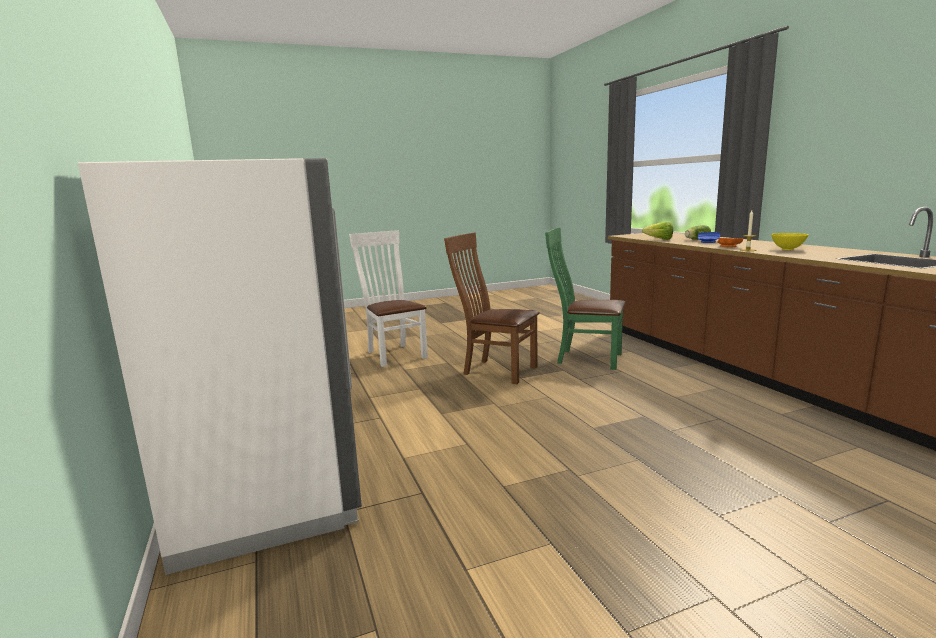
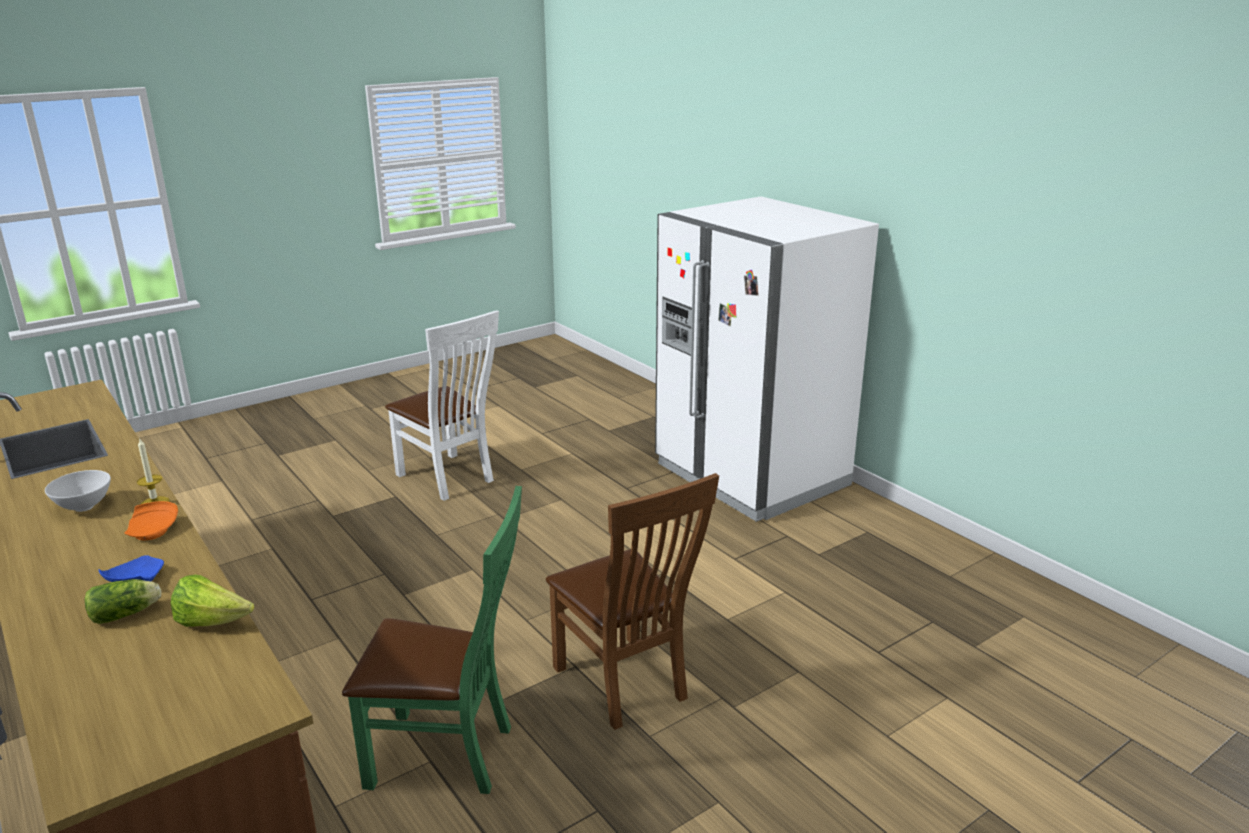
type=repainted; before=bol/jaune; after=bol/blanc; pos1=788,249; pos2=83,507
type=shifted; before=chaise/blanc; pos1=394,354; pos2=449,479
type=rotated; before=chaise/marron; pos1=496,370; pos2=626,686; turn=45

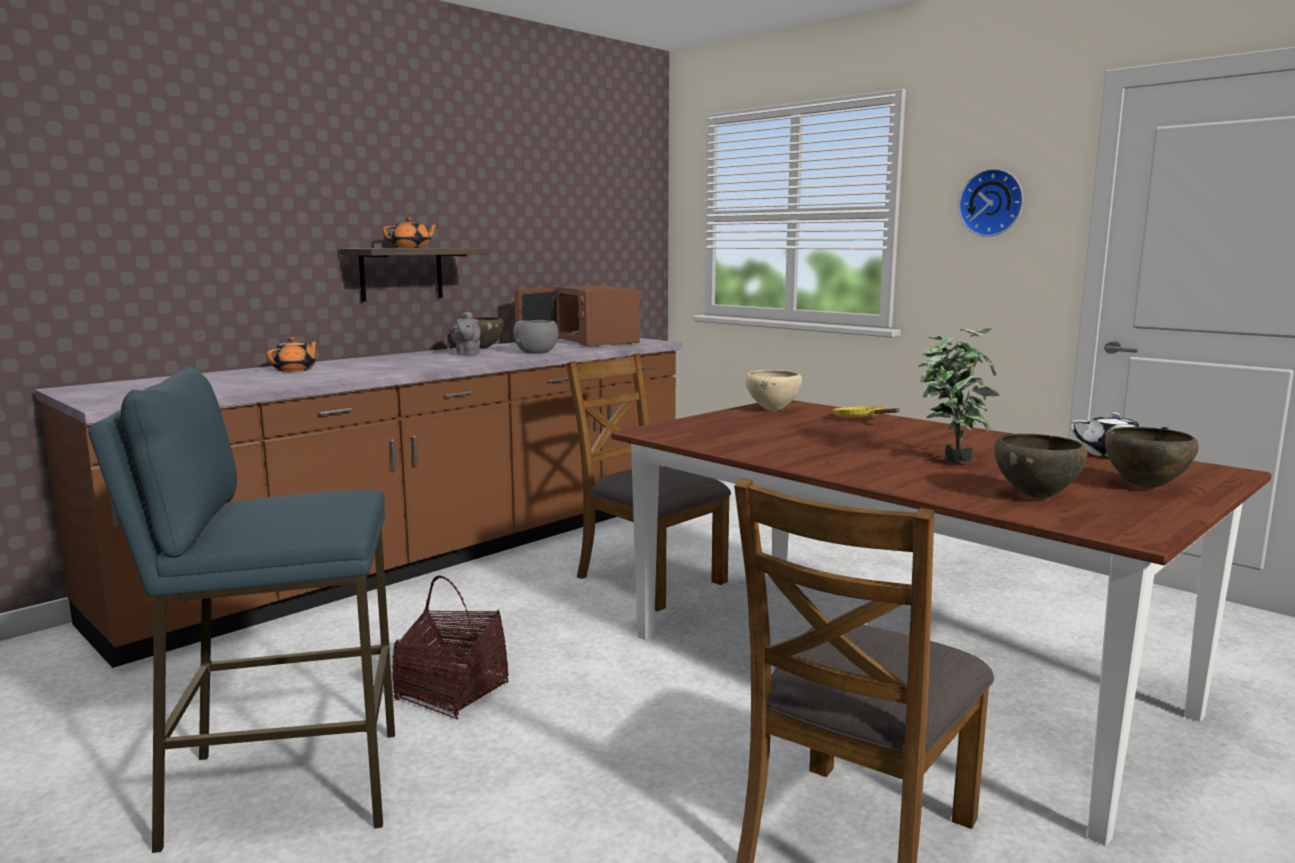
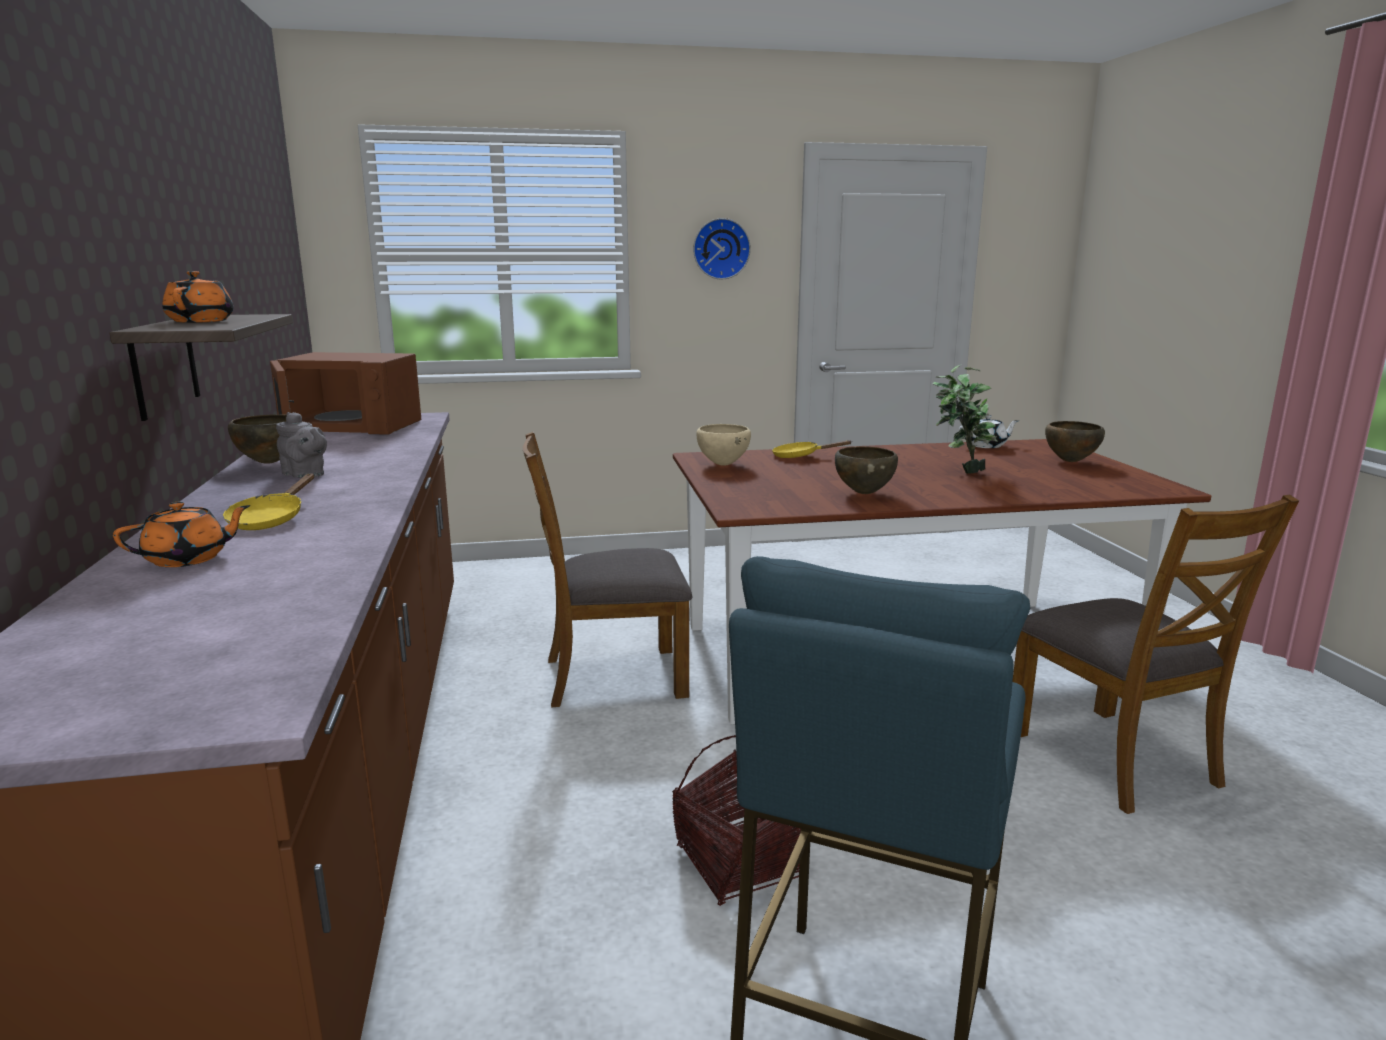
type=rotated; before=théière/orange; pos1=295,370; pos2=188,559; turn=90
type=new; after=poêle/jaune; pos2=270,519
type=shifted; before=bol/marron; pos1=1036,497; pos2=864,493
type=gone; before=bol/gris; pos1=536,352

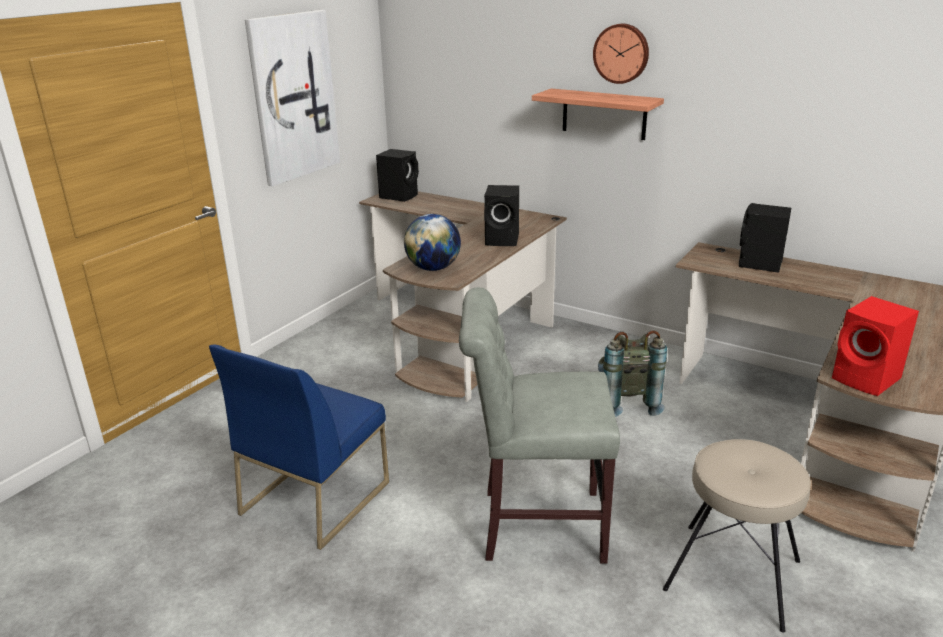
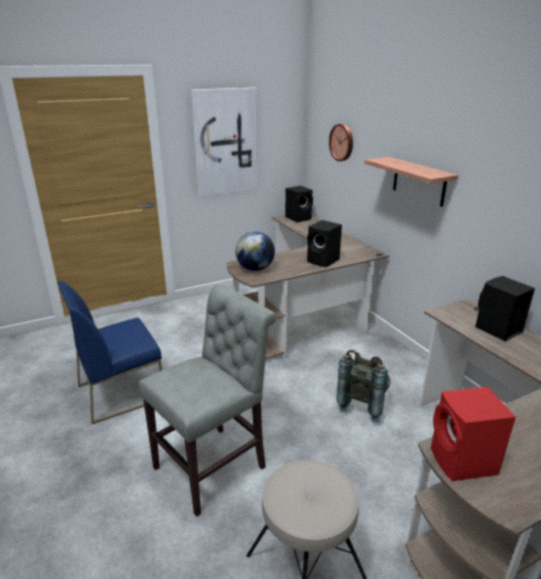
type=rotated; before=chaise/gris; pos1=535,525; pos2=215,465; turn=105
type=shifted; before=horloge murale; pos1=621,53; pos2=342,142

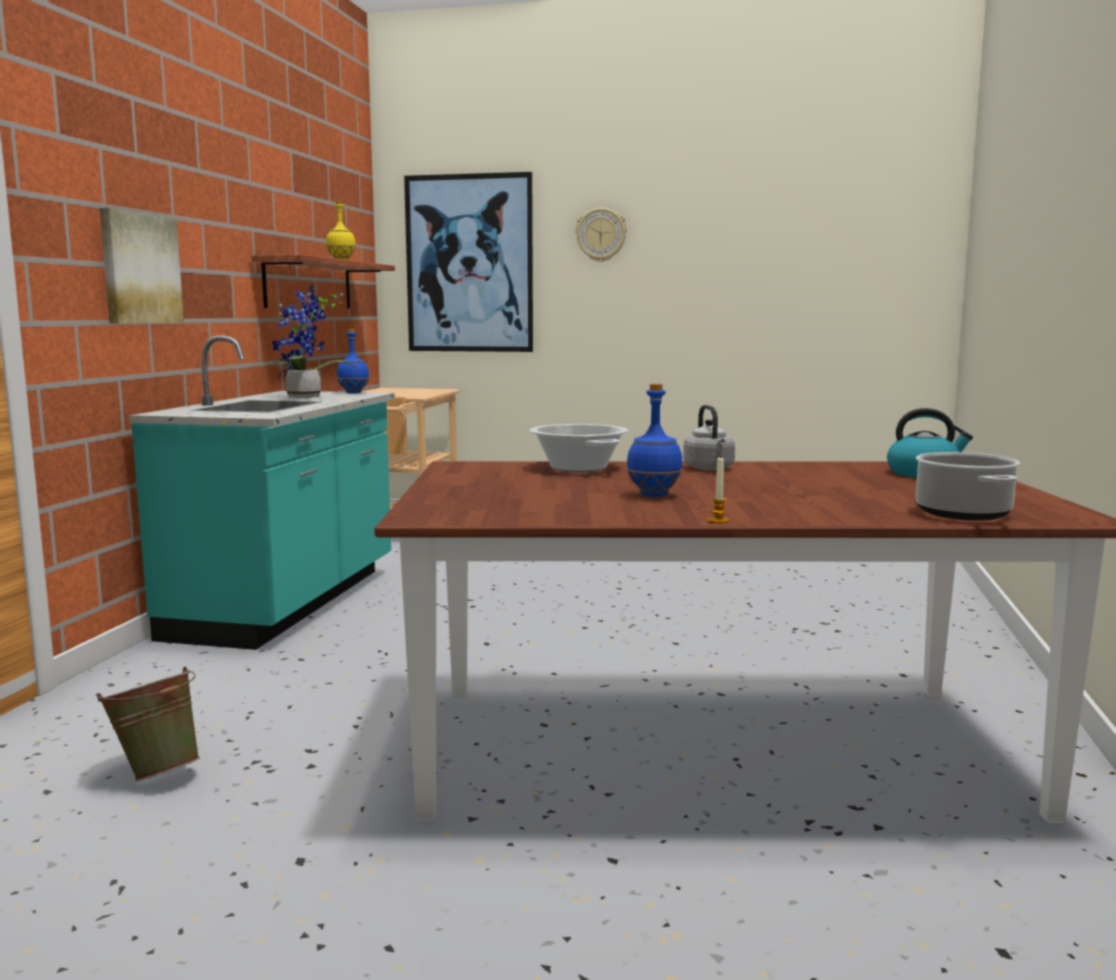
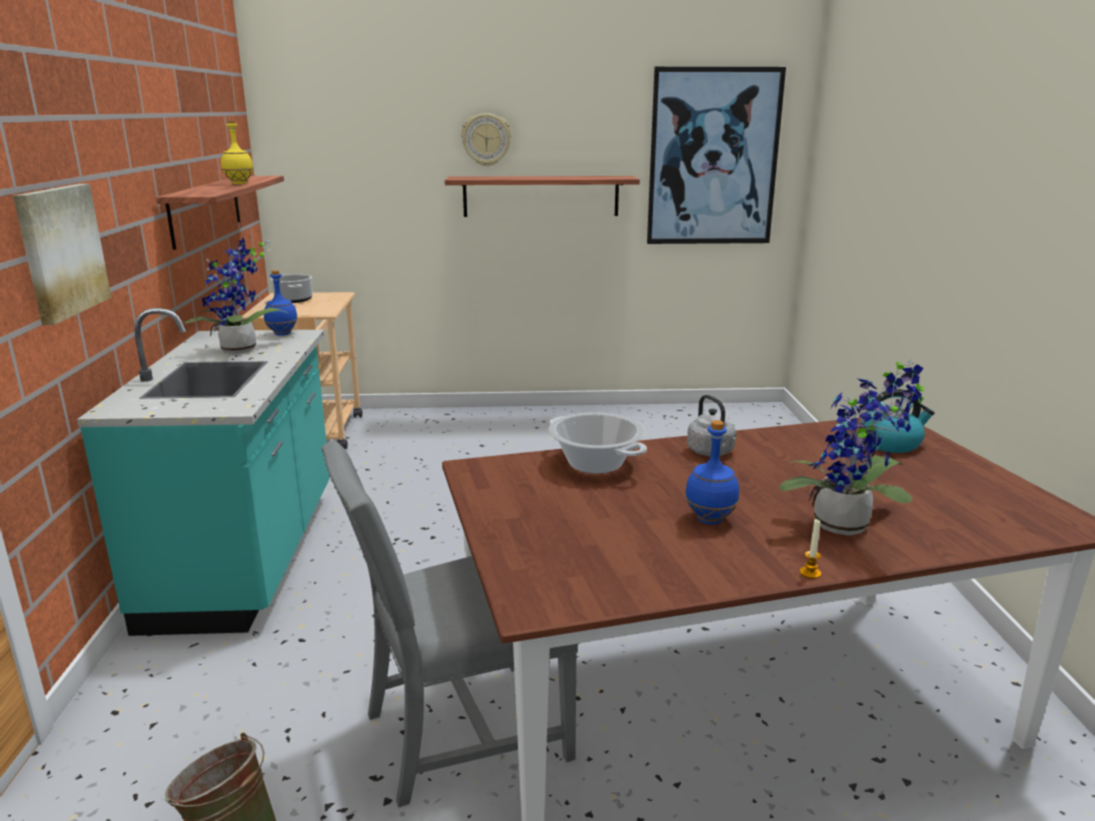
type=shifted; before=marmite; pos1=964,514; pos2=294,300
type=new; after=chaise/gris; pos2=459,734
type=new; after=étagère; pos2=541,196
type=shifted; before=tableau; pos1=469,264; pos2=713,157
type=new; after=plante en pot; pos2=847,528

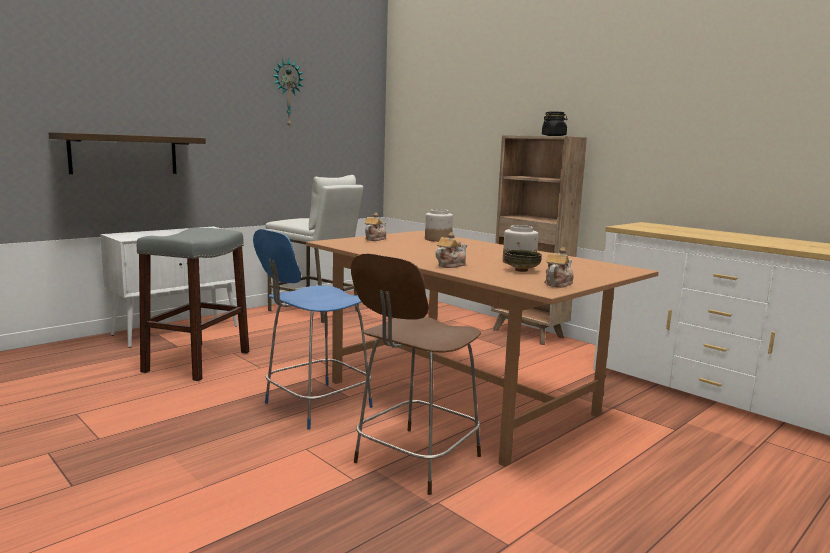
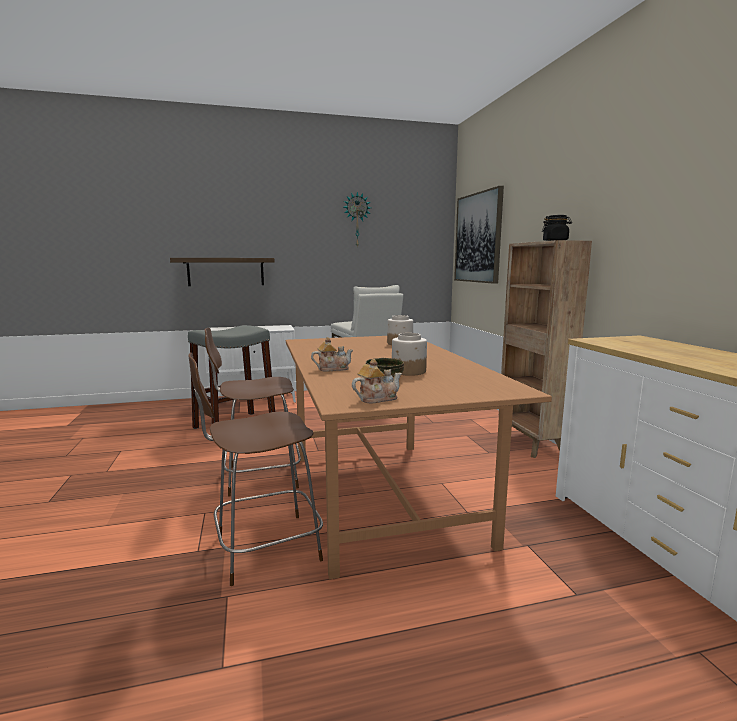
type=repainted; before=chaise/bleu; after=chaise/marron; pos1=315,406; pos2=259,477
type=new; after=tableau; pos2=478,238
type=gone; before=théière; pos1=374,239

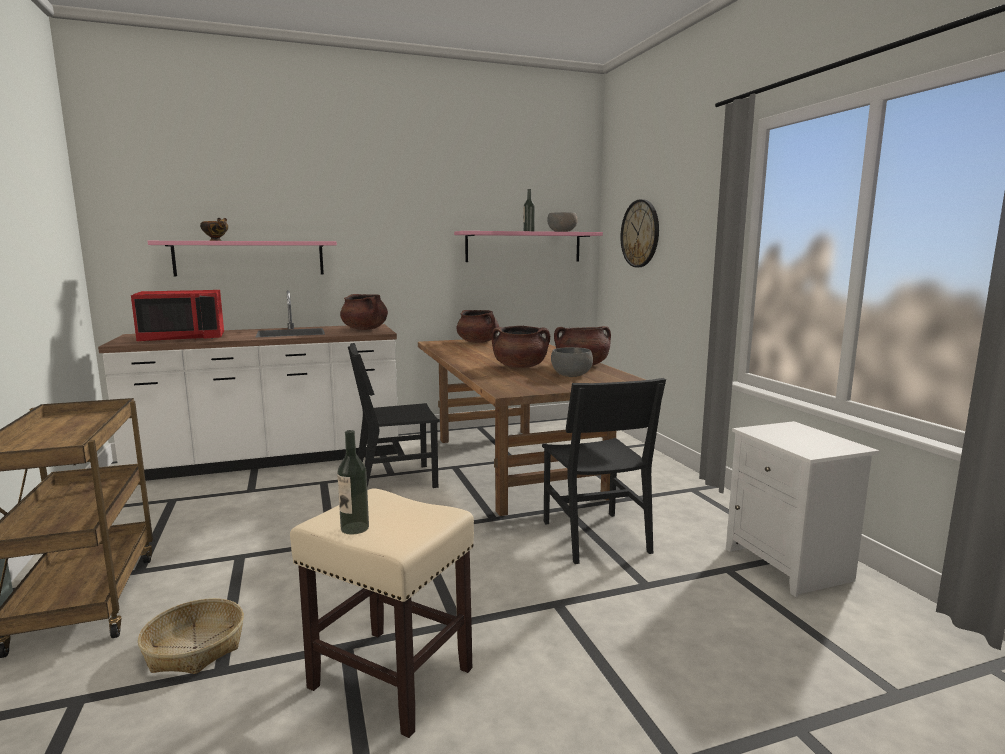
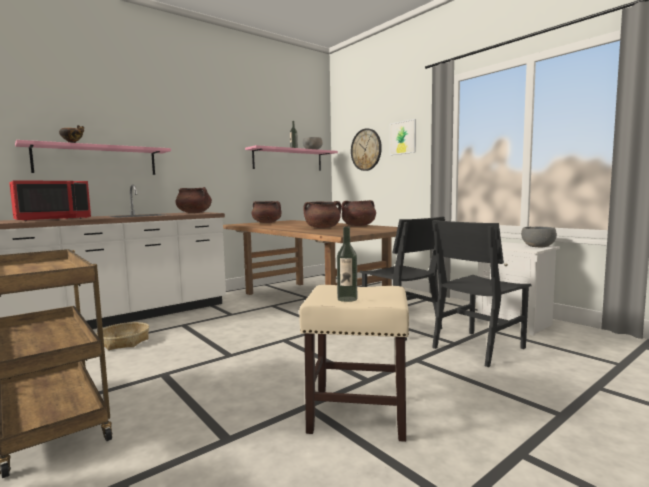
type=shifted; before=panier; pos1=195,648; pos2=124,342
type=new; after=tableau; pos2=403,137
type=shifted; before=chaise/noir; pos1=395,480; pos2=478,348
type=shifted; before=bol/gris; pos1=571,375; pos2=538,246

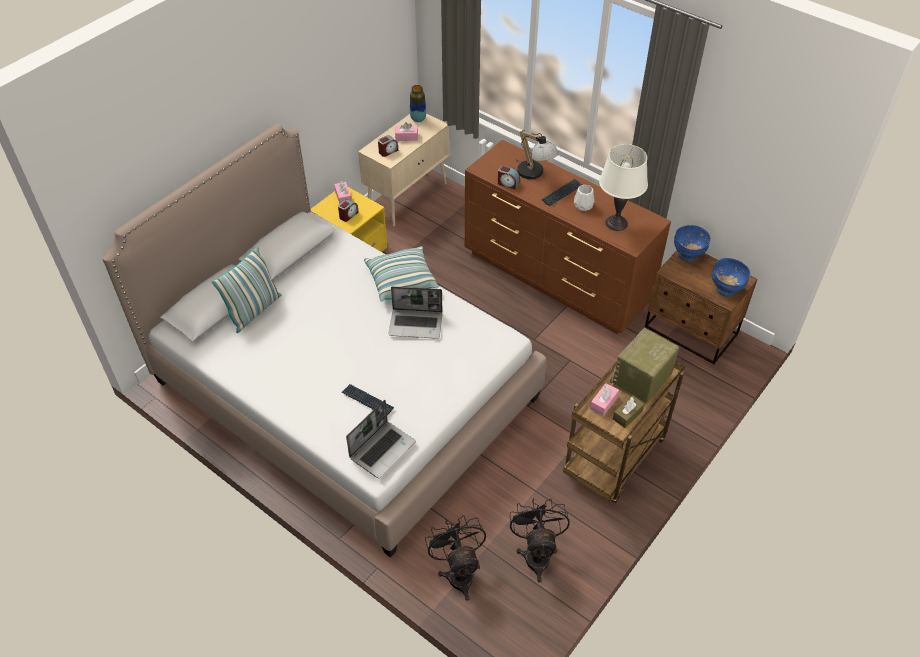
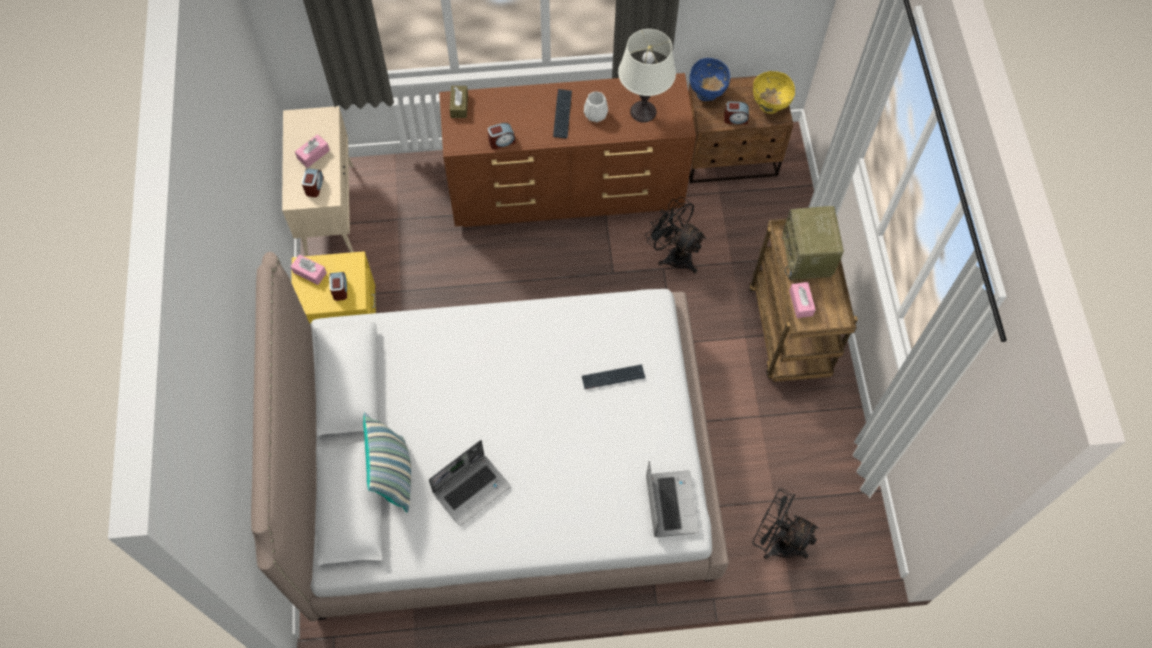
type=shifted; before=ordinateur portable; pos1=416,324; pos2=472,489
type=shifted; before=boîte à mouchoirs/marron; pos1=627,415; pos2=459,105
type=shifted; before=clavier; pos1=367,400; pos2=613,377
type=shifted; before=ventilateur/noir; pos1=537,554; pos2=674,254
type=new; after=réveil; pos2=735,119
type=repainted; before=bol/bleu; after=bol/jaune; pos1=725,290; pos2=769,106
type=gone; before=coussin; pos1=402,281
type=gone; before=vase; pos1=418,119
type=gone; before=lampe de table; pos1=535,174

